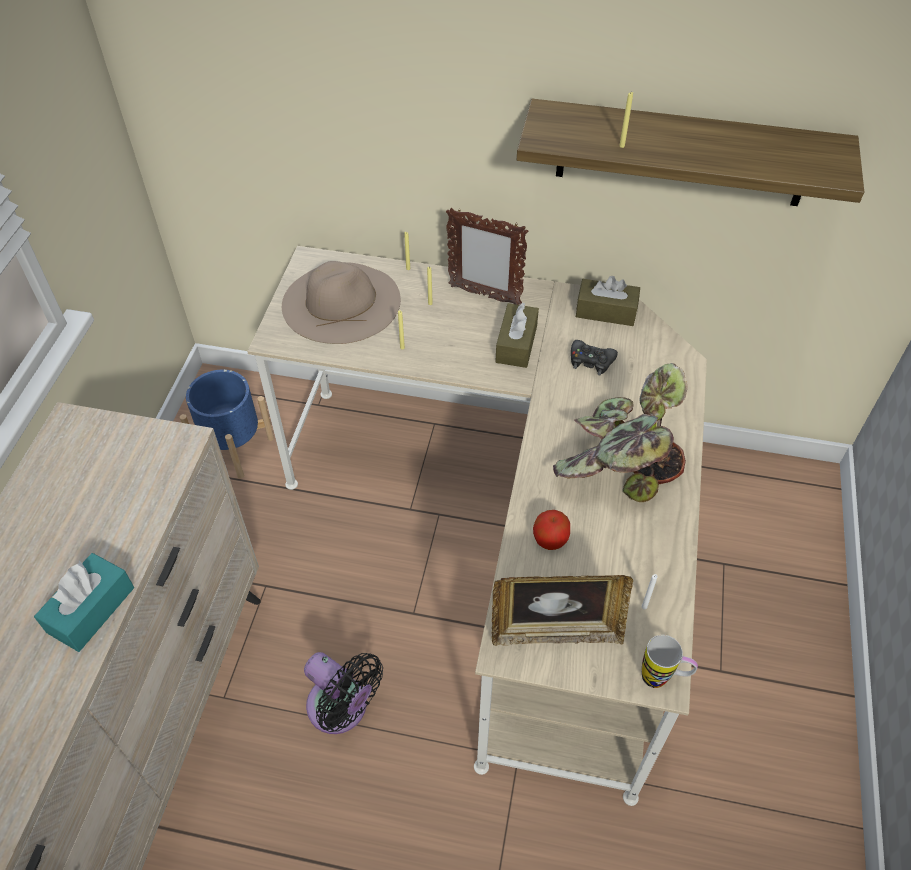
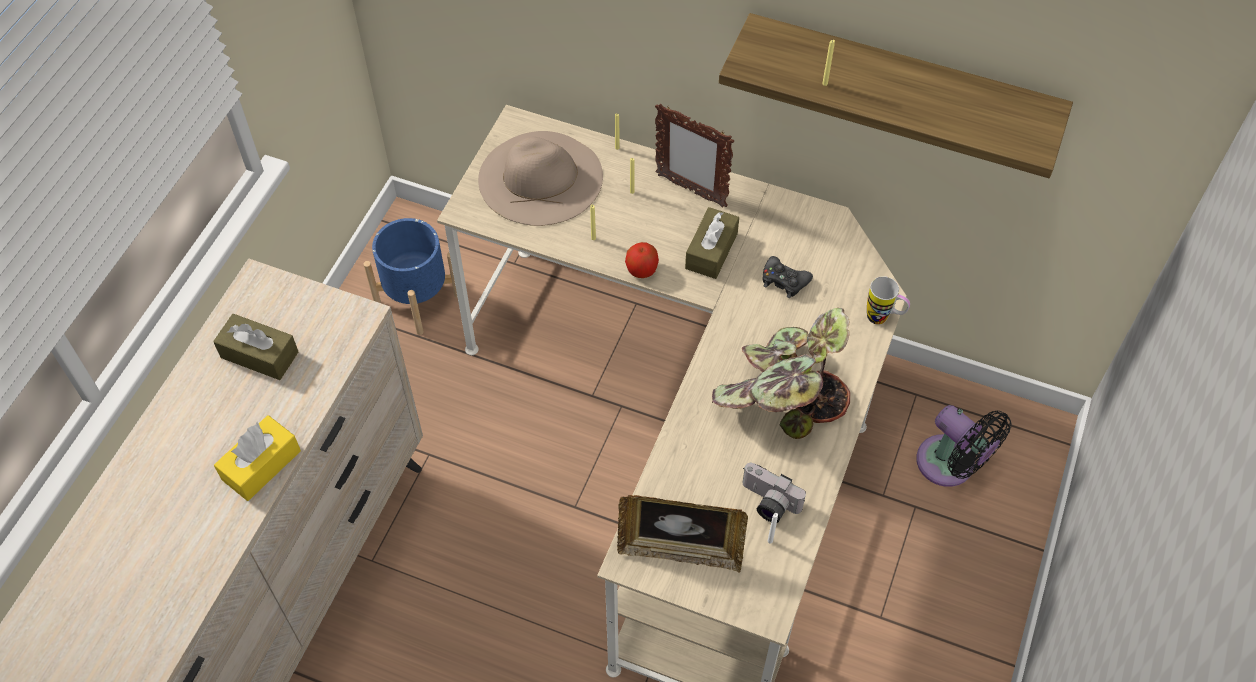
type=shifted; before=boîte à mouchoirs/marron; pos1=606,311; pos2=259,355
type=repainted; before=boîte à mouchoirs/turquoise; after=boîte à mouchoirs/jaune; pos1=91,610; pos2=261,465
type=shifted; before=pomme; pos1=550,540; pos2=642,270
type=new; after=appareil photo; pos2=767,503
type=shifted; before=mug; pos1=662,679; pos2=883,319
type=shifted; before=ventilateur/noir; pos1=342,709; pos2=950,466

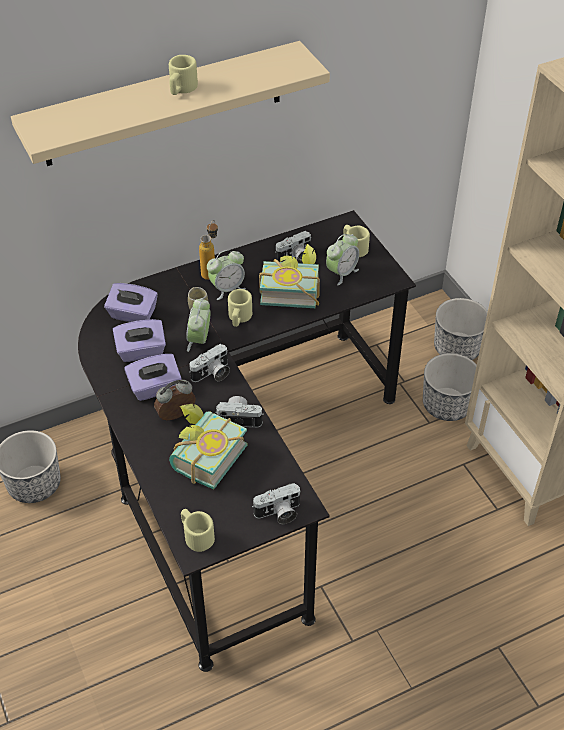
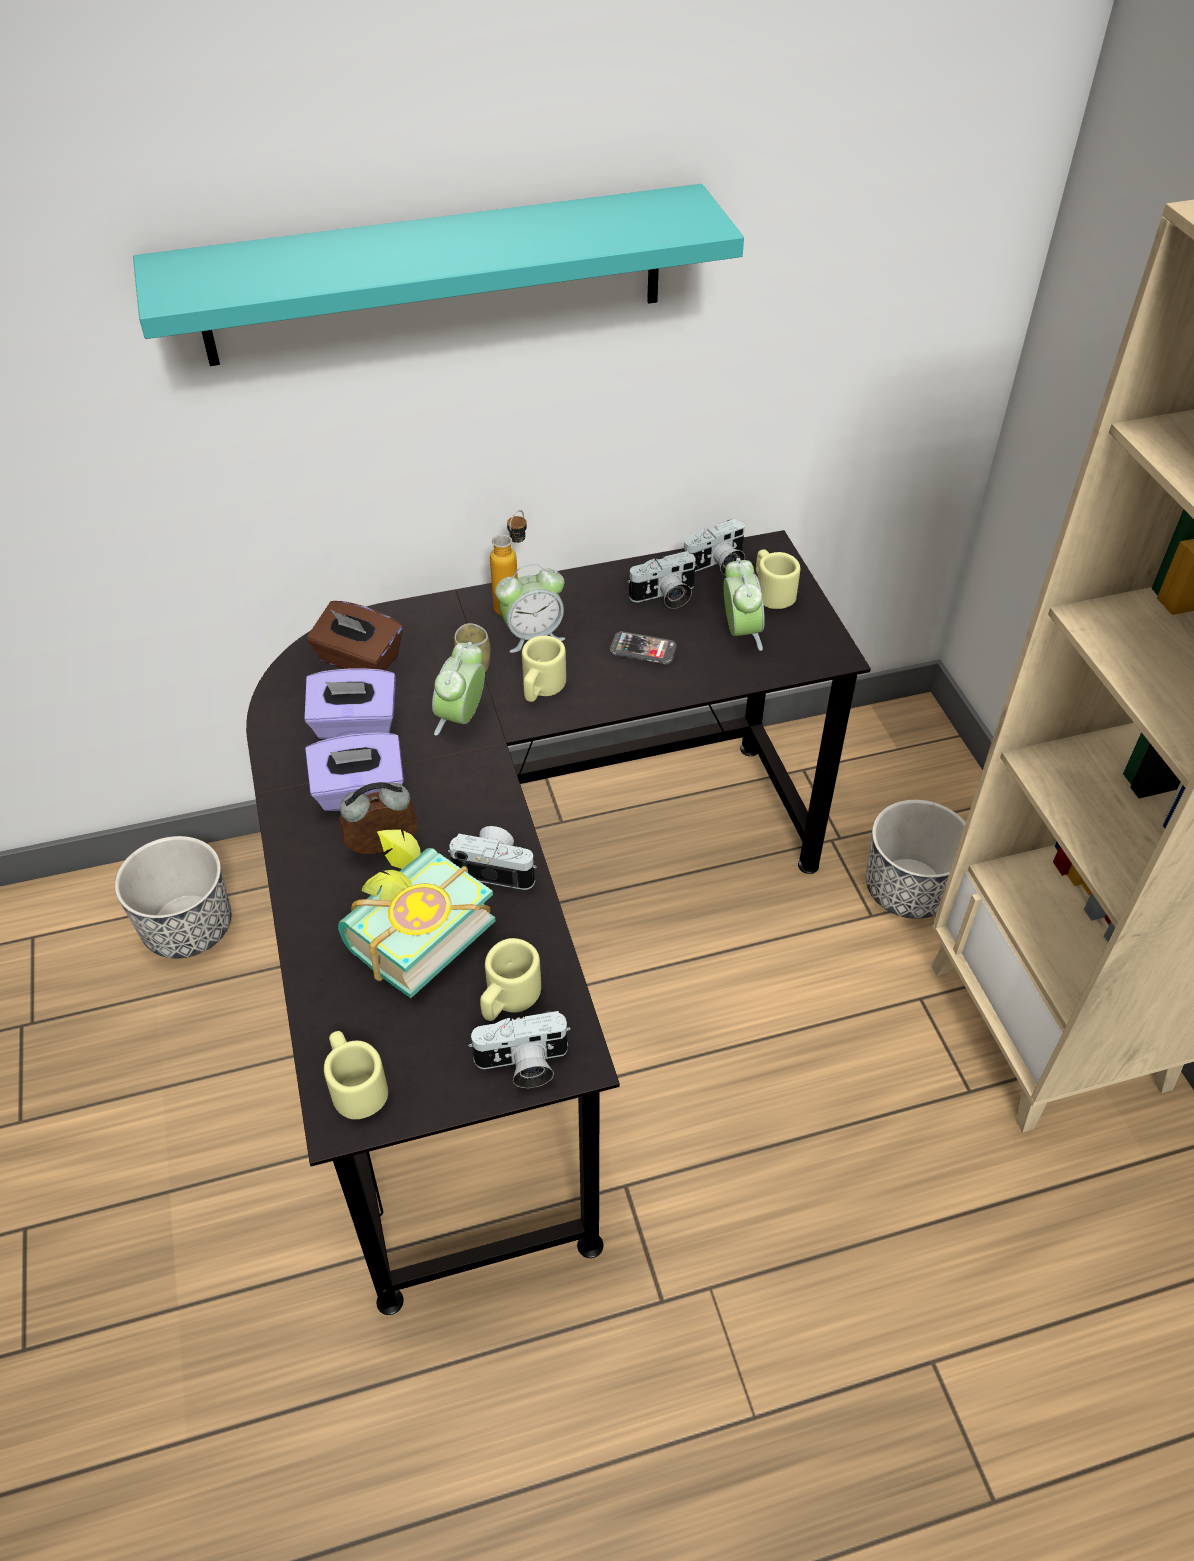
type=repainted; before=étagère/beige; after=étagère/turquoise; pos1=164,104; pos2=434,276
type=repainted; before=boîte à mouchoirs/violet; after=boîte à mouchoirs/marron; pos1=132,315; pos2=359,660
type=shifted; before=mug/beige; pos1=181,89; pos2=508,998
type=swapped; before=livre; after=téléphone; pos1=290,289; pos2=643,650
type=shifted; before=appareil photo; pos1=212,374; pos2=717,565
type=rotated; before=réveil; pos1=341,273; pos2=740,632; turn=-60
type=gone; before=cache-pot; pos1=457,348

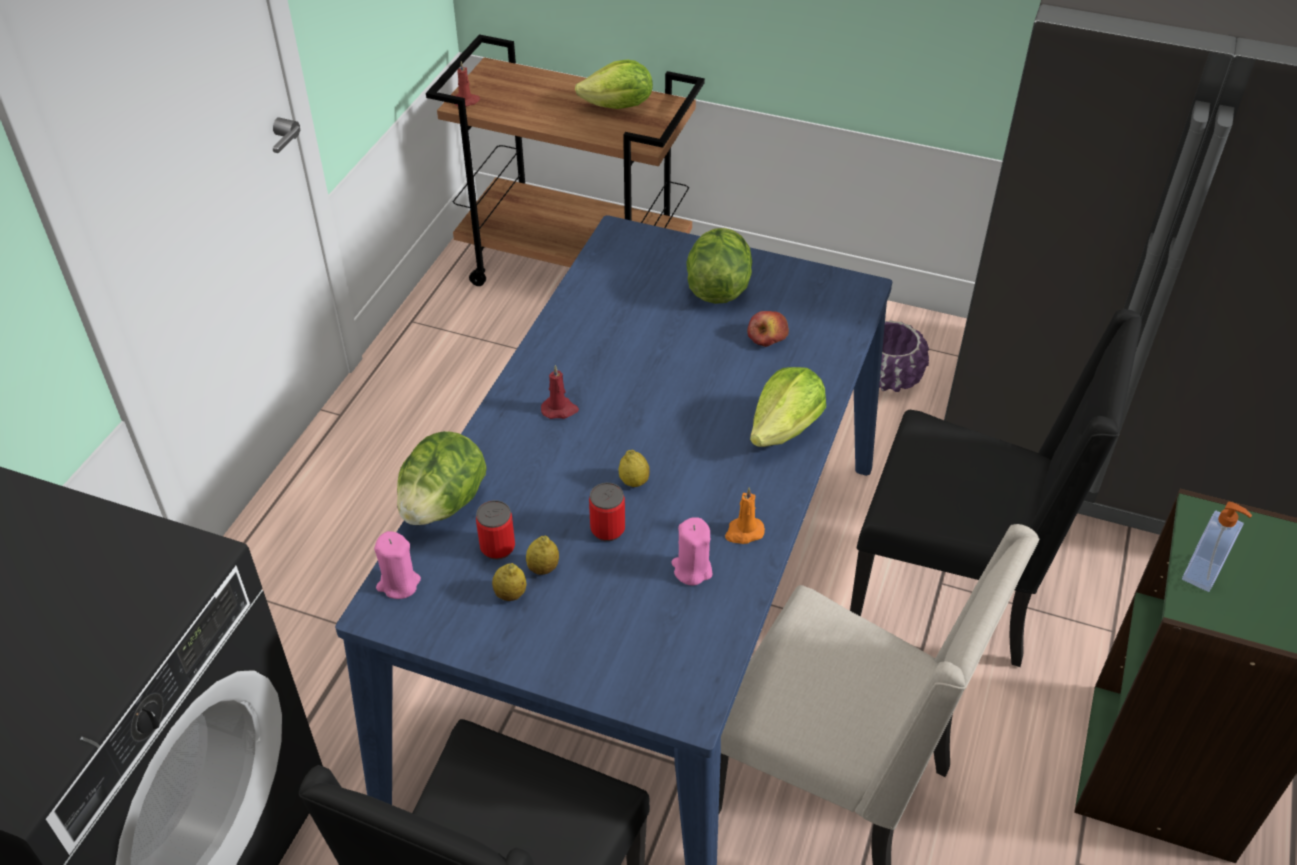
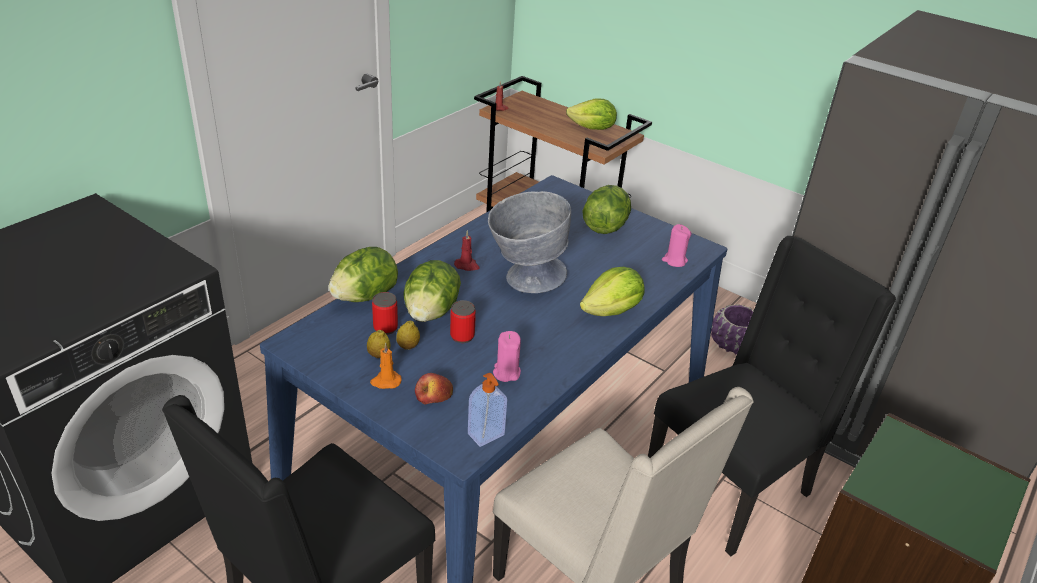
type=shifted; before=bougie/orange; pos1=743,532; pos2=385,381
type=new; after=laitue; pos2=431,312
type=shifted; before=pomme; pos1=767,337; pos2=433,397
type=shifted; before=distributeur de savon; pos1=1203,574; pos2=486,435
type=new; after=bol/gris; pos2=524,279
type=rotated; before=chaise/noir; pos1=954,589; pos2=731,486; turn=-75
type=shifted; before=bougie/rose; pos1=398,583; pos2=674,260
type=gone; before=citron; pos1=634,481

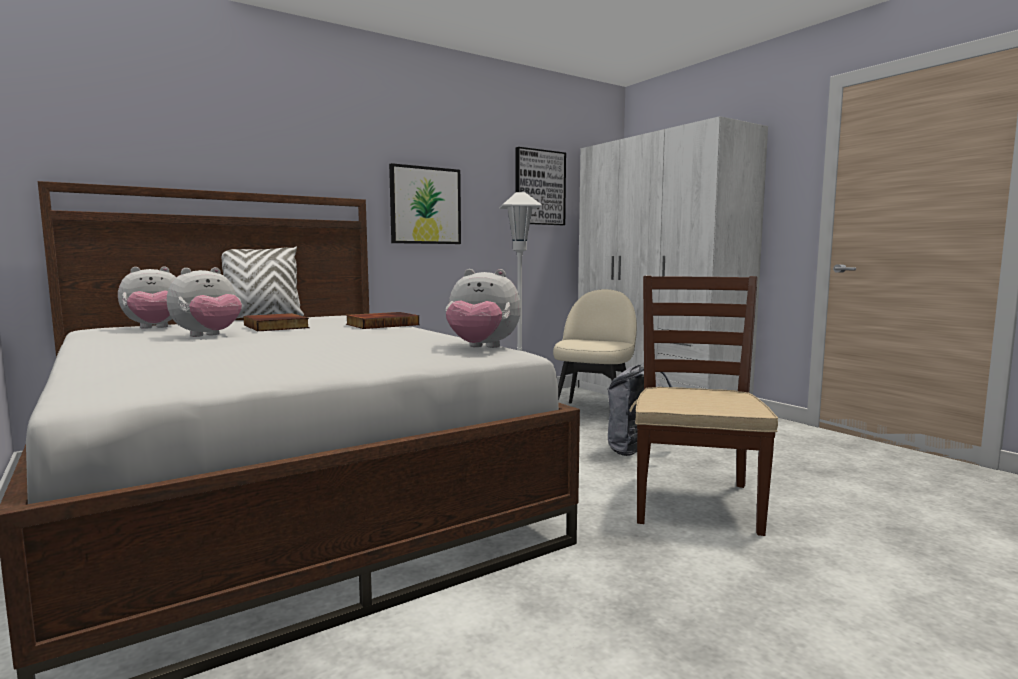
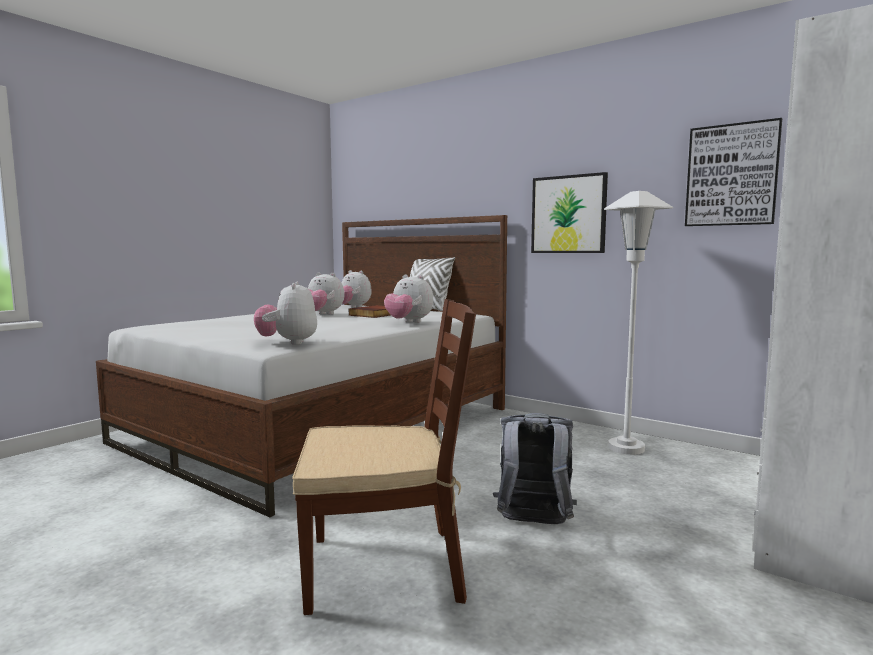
type=swapped; before=livre; after=peluche; pos1=382,324; pos2=408,322
type=gone; before=chaise/beige; pos1=594,411

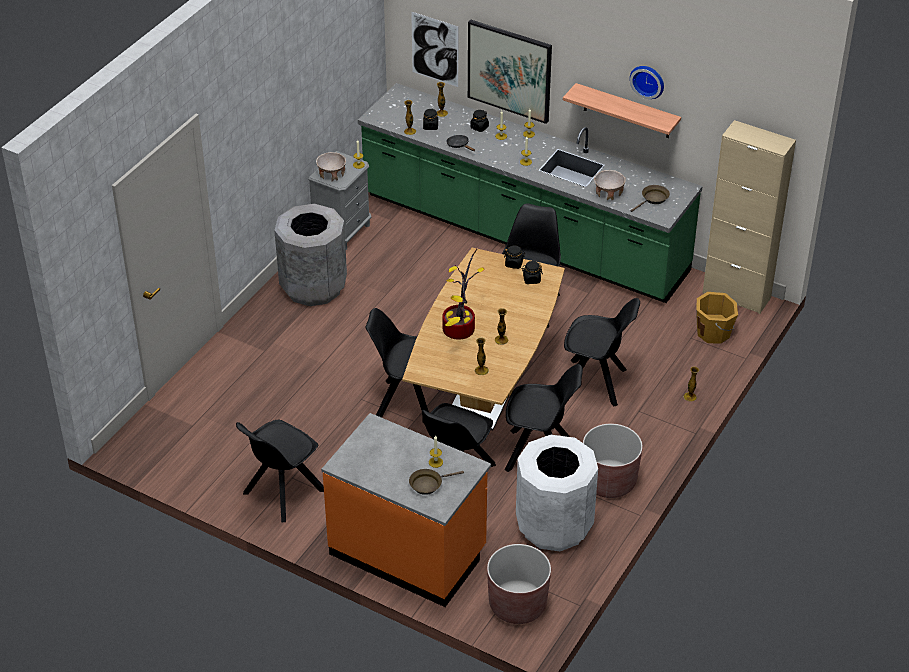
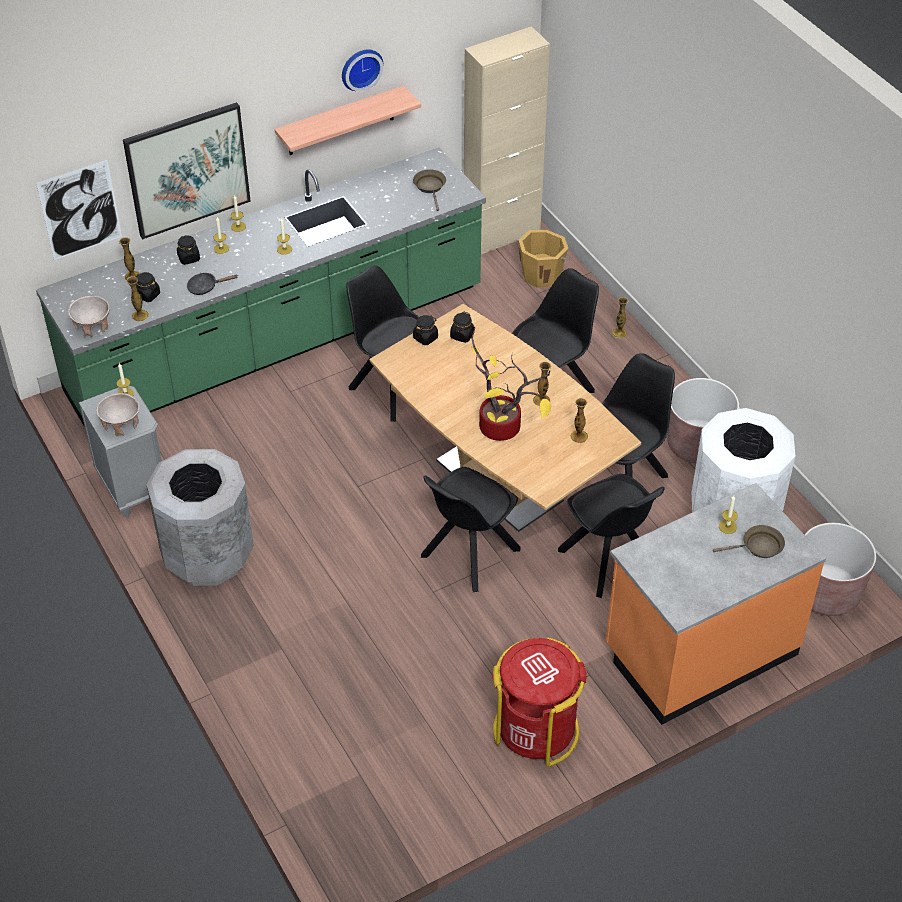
type=shifted; before=bol/beige; pos1=608,193; pos2=92,326
type=swapped; before=chaise/noir; after=poubelle/rouge; pos1=282,493; pos2=536,729
type=rotated; before=poêle/marron; pos1=428,484; pos2=758,547; turn=-105

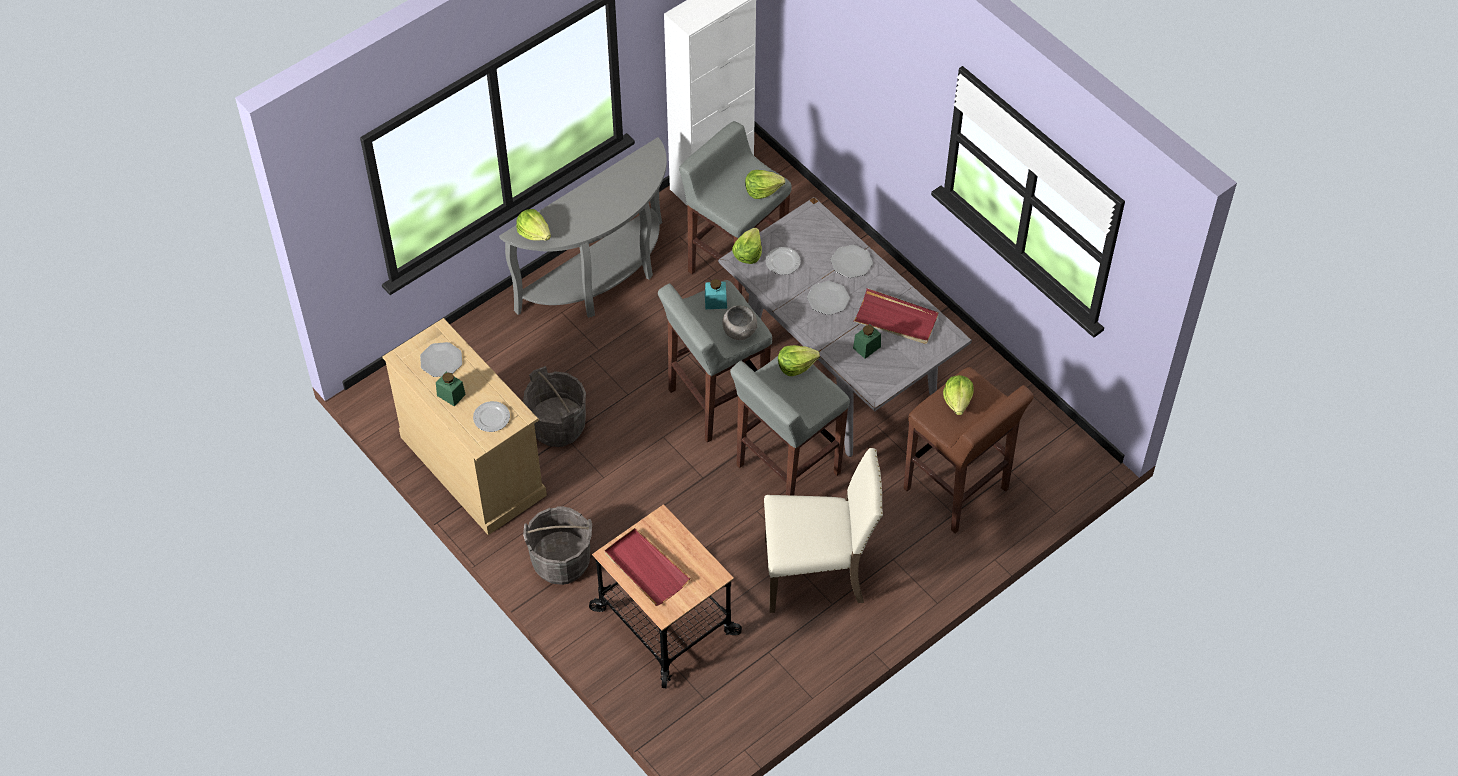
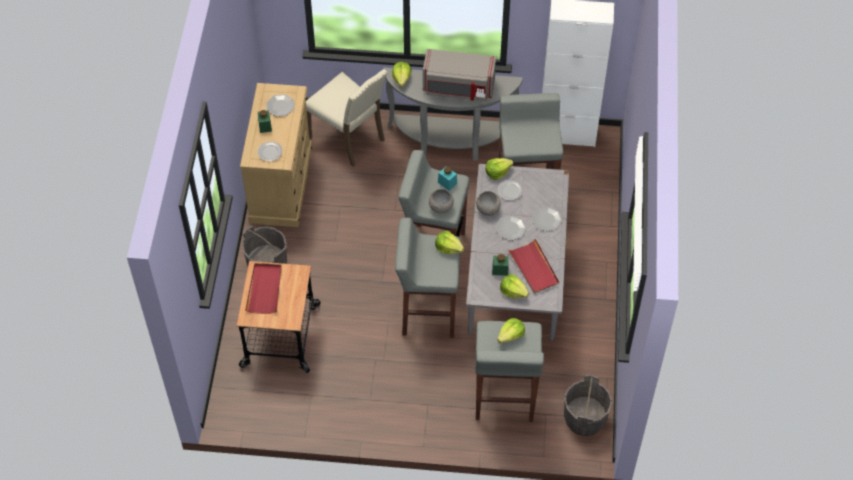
type=shifted; before=chaise/beige; pos1=817,573; pos2=348,138
type=new; after=micro-ondes/gris; pos2=458,88
type=repainted; before=tabouret/marron; after=tabouret/gris; pos1=957,490; pos2=504,398
type=new; after=bol/gris; pos2=487,209
type=shifted; before=laitue; pos1=762,190; pos2=513,291
type=shifted; before=seau/gris; pos1=558,425; pos2=585,418

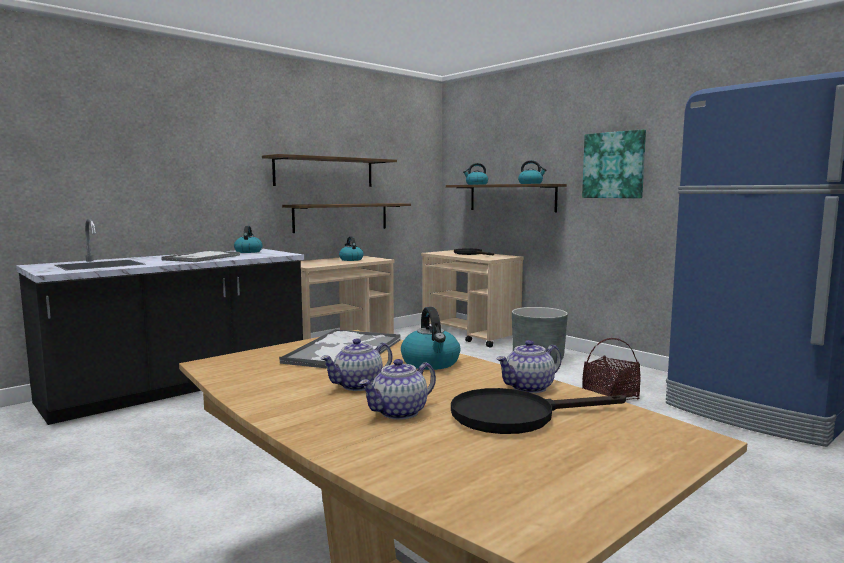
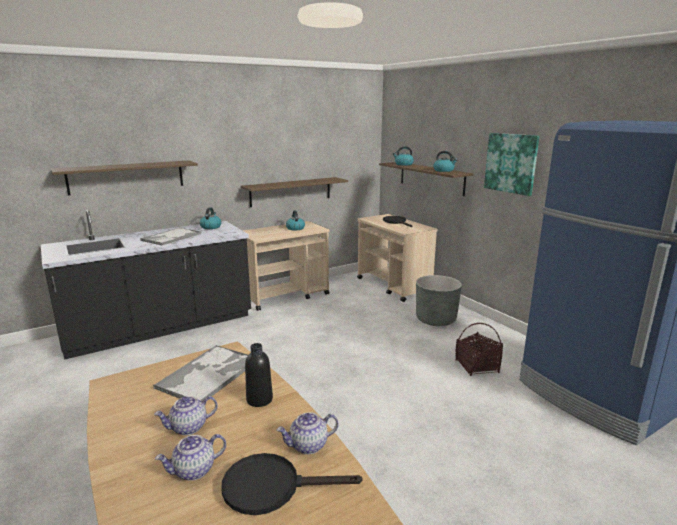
type=shifted; before=étagère; pos1=324,172; pos2=126,177
type=swapped; before=bouilloire; after=bouteille/noir; pos1=431,363; pos2=259,399

